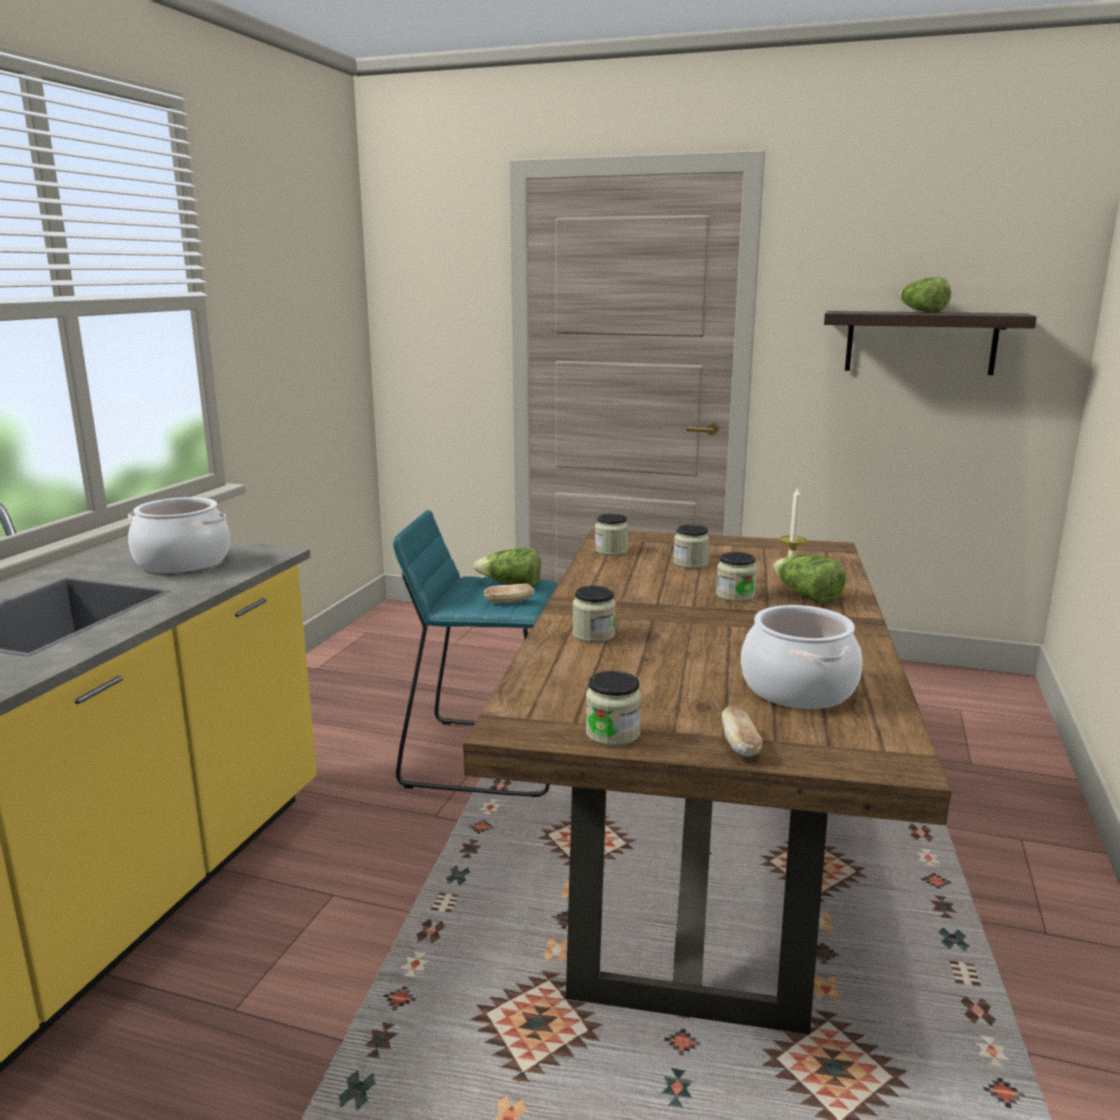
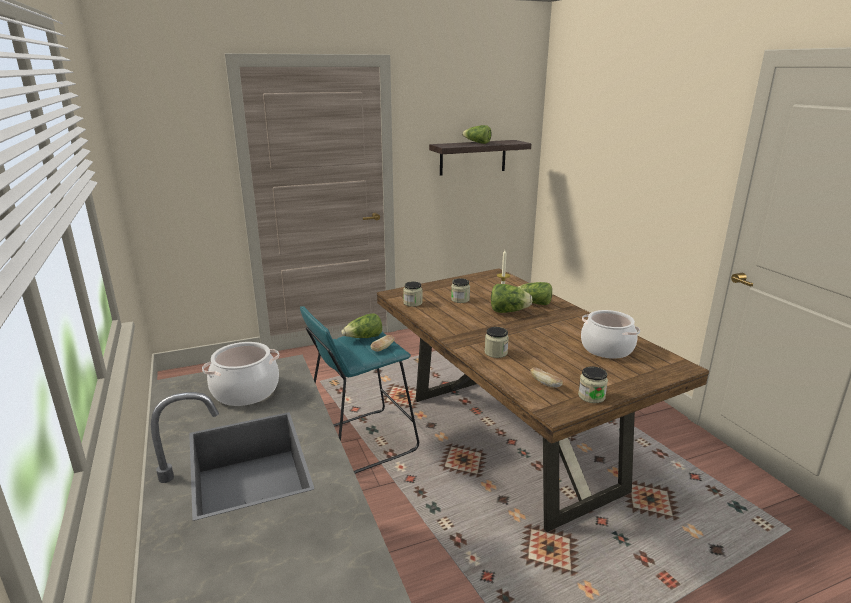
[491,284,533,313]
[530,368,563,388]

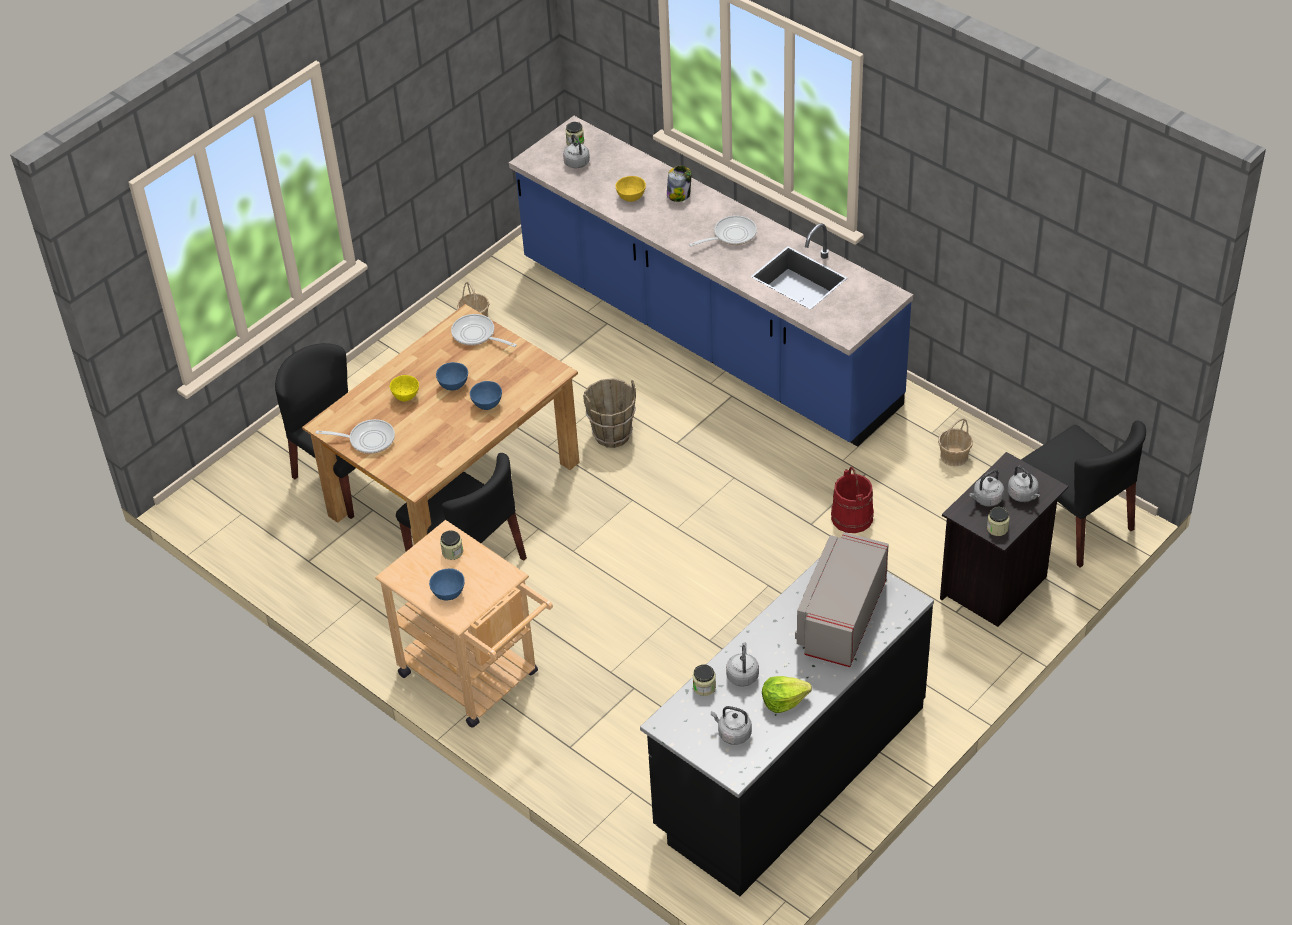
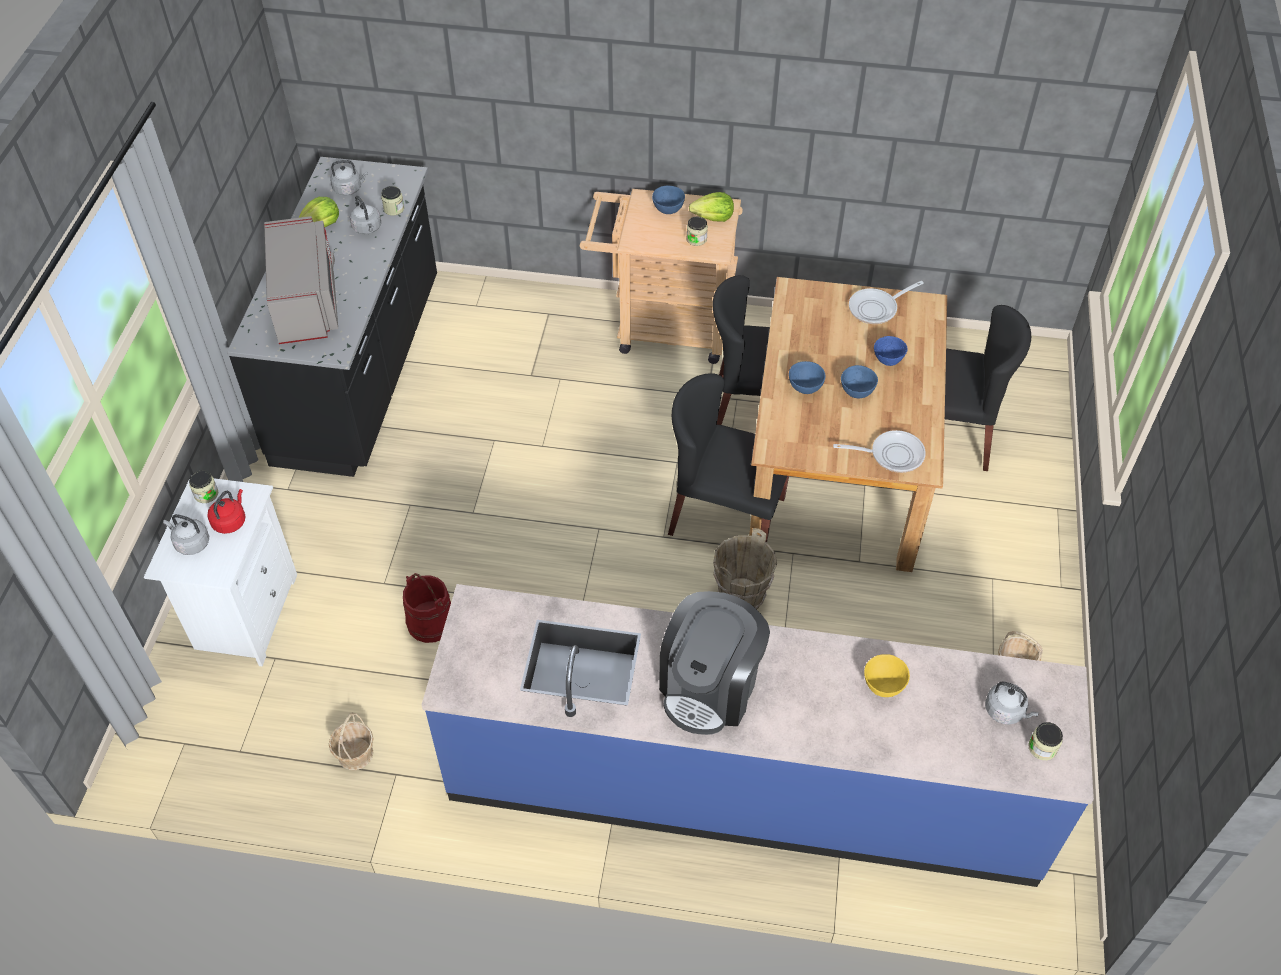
[874,336,908,366]
[667,165,691,202] (first image)
[659,591,770,735]
[144,478,297,666]
[208,489,245,534]
[668,373,789,542]
[689,192,734,222]

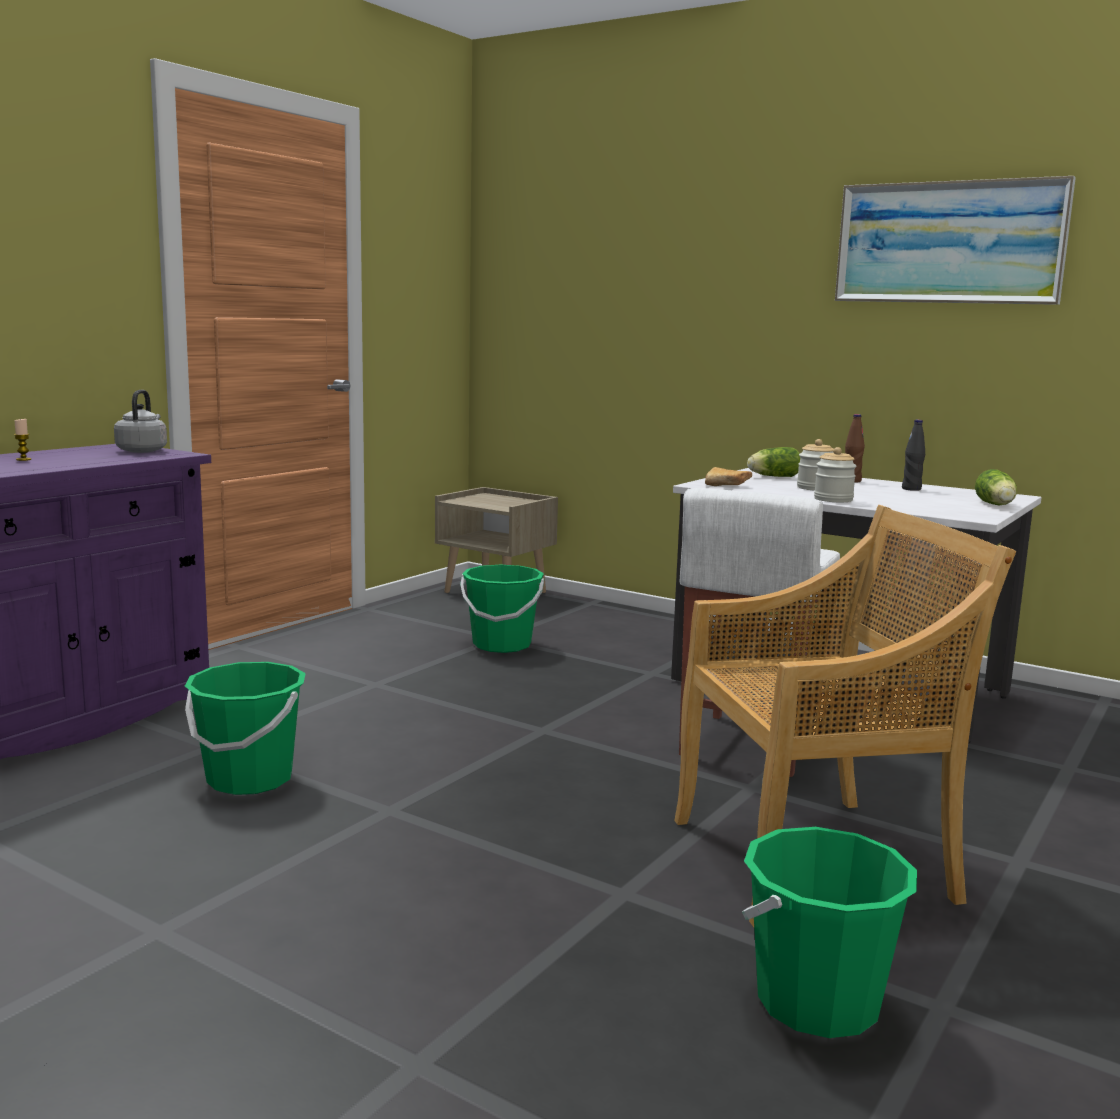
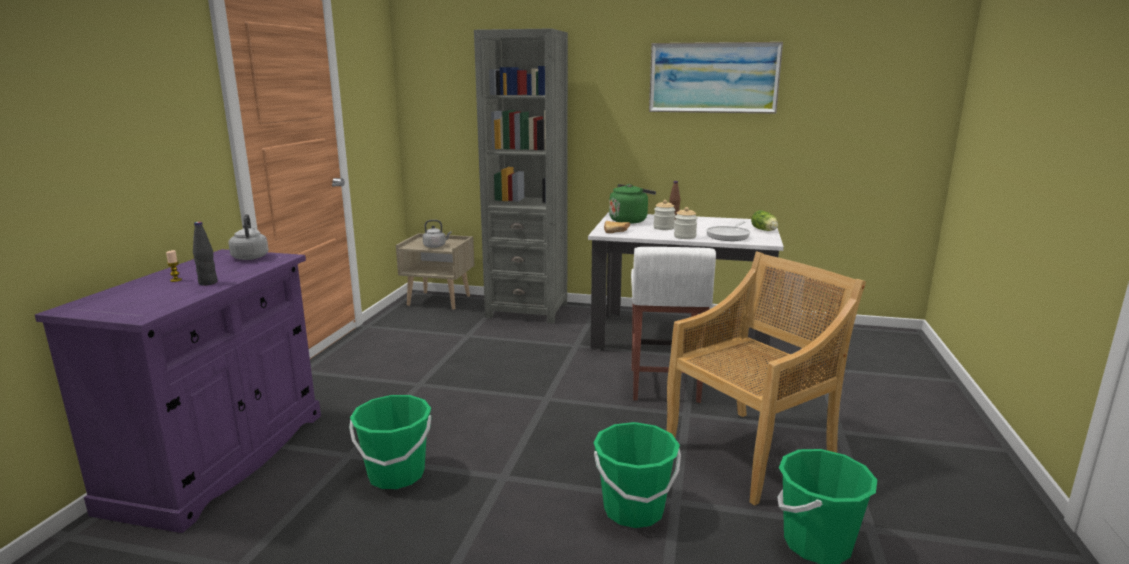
[593,422,681,528]
[609,184,656,224]
[193,222,217,286]
[423,220,452,248]
[474,28,568,324]
[706,221,750,241]

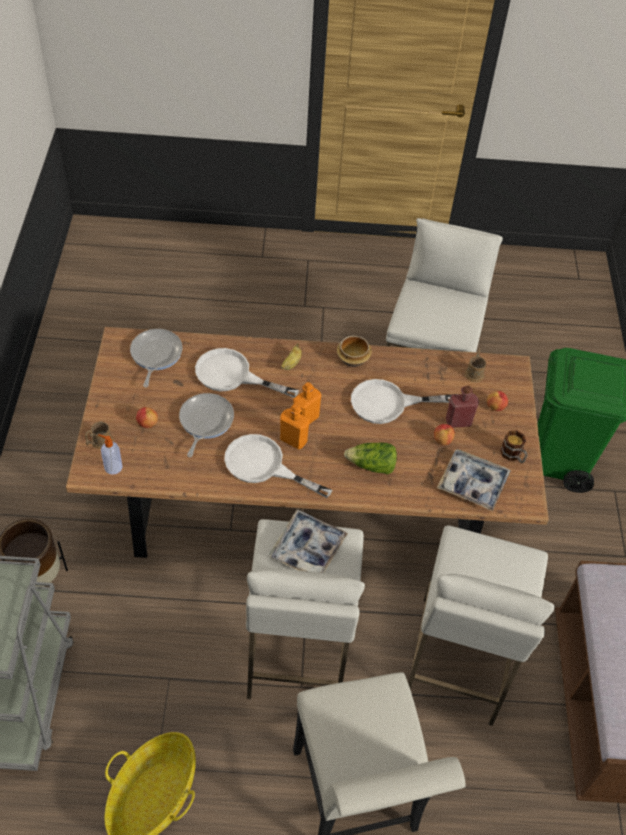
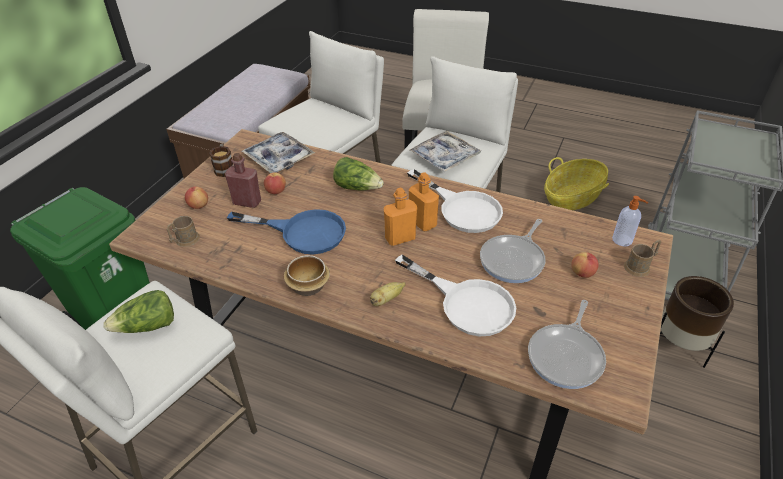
[227,209,346,255]
[103,290,174,333]

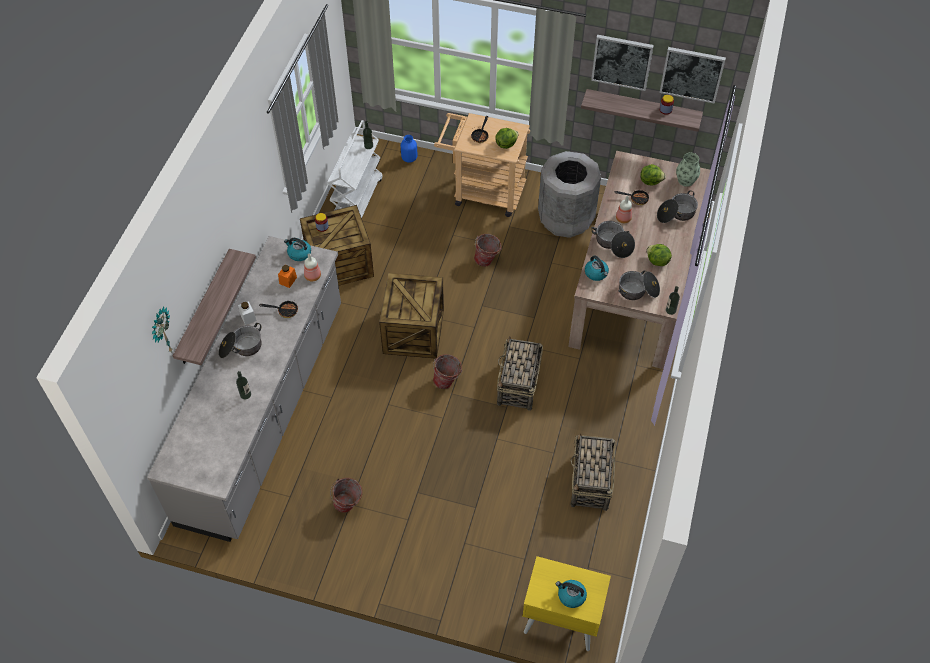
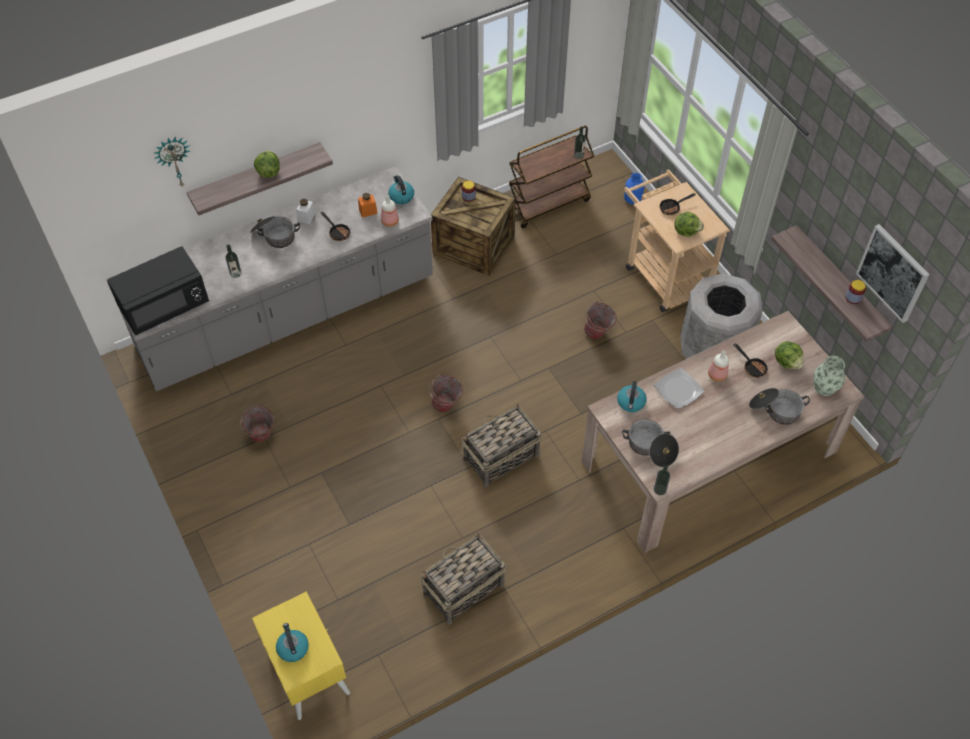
[509,126,594,228]
[379,273,444,359] (first image)
[591,35,654,91] (first image)
[654,368,704,409]
[254,151,280,178]
[107,246,209,335]

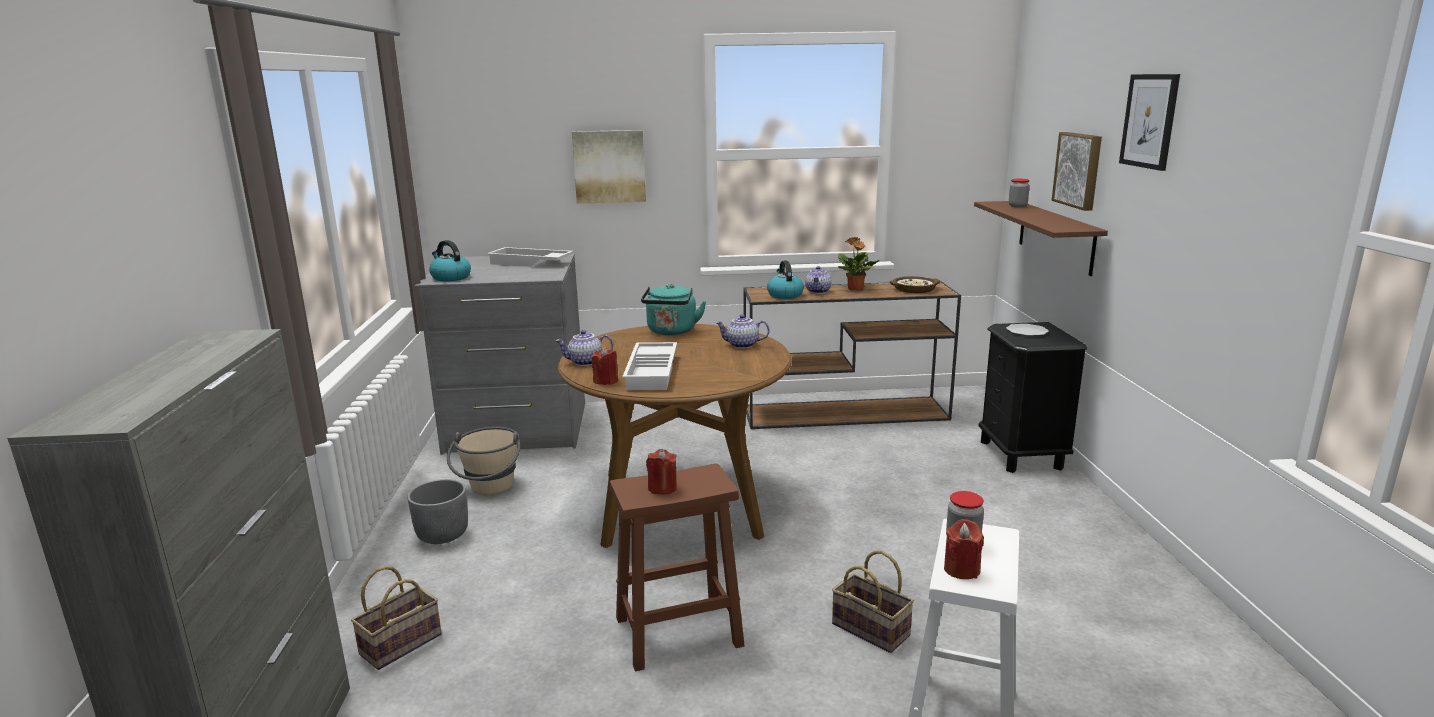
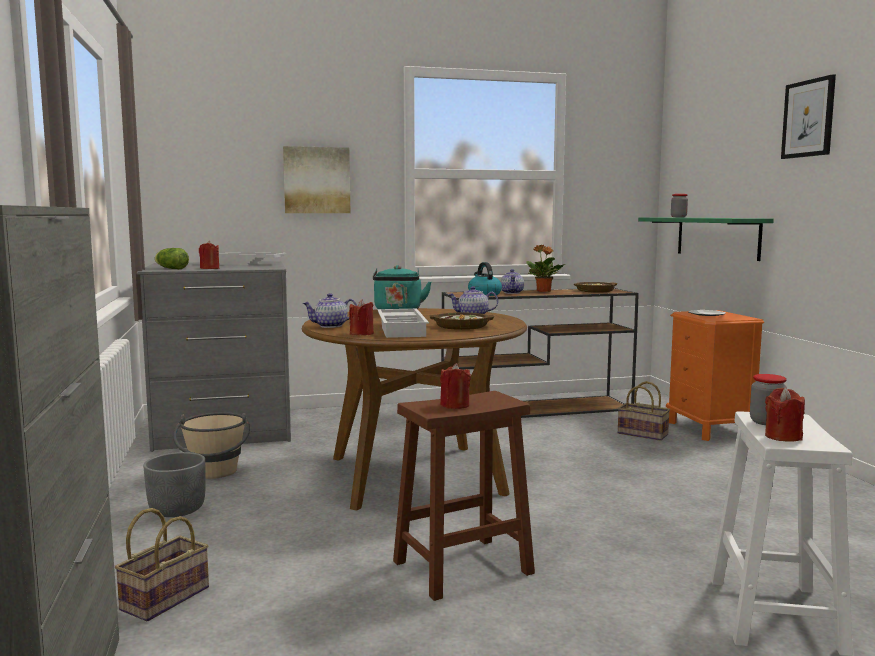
[155,248,189,269]
[618,381,670,441]
[638,217,774,261]
[666,310,764,441]
[1051,132,1102,211] (first image)
[199,241,219,269]
[429,312,494,330]

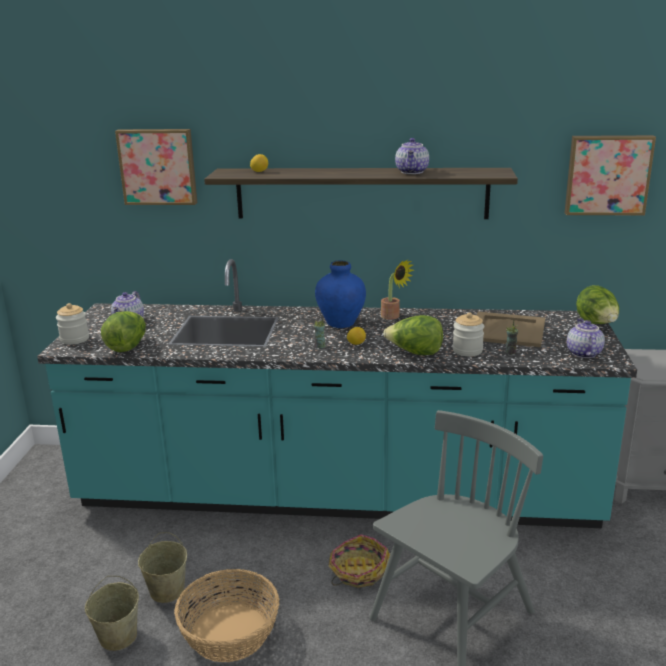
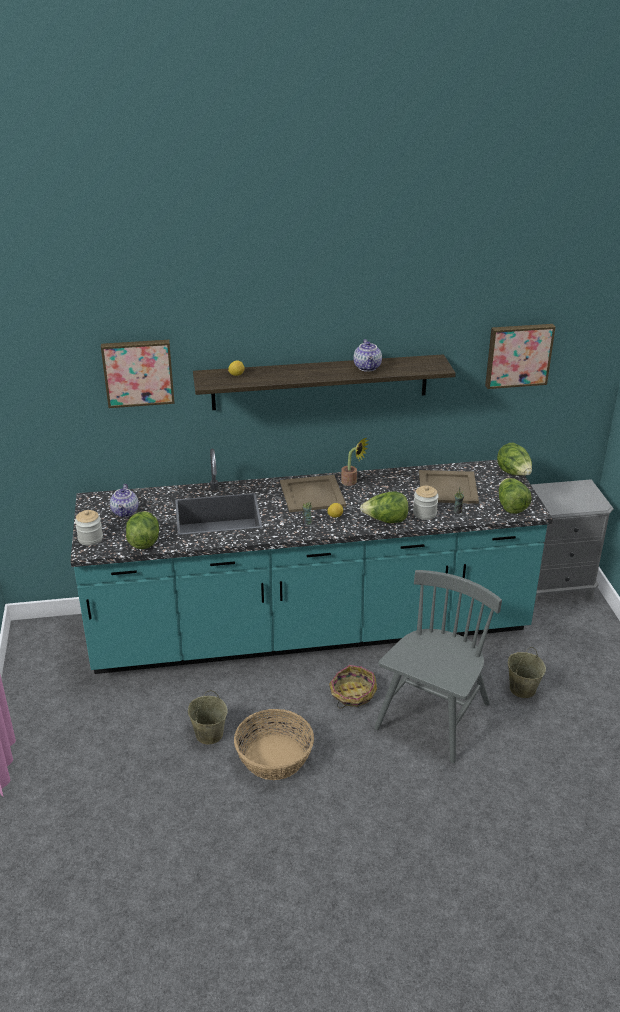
[508,647,546,698]
[280,475,346,513]
[499,478,532,514]

